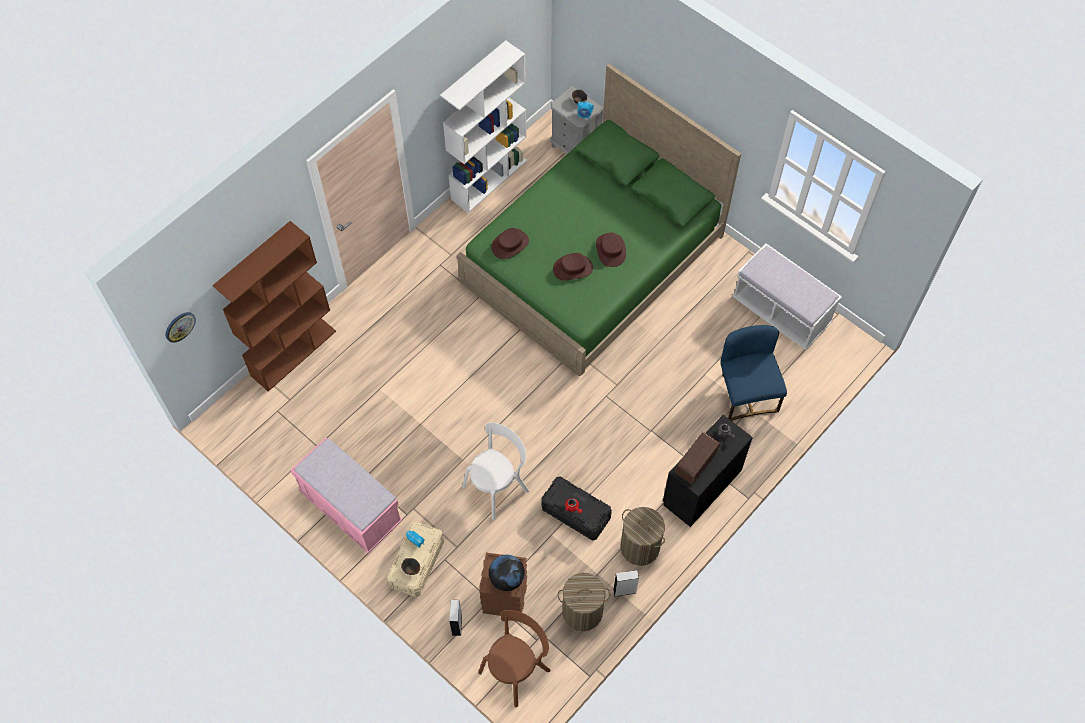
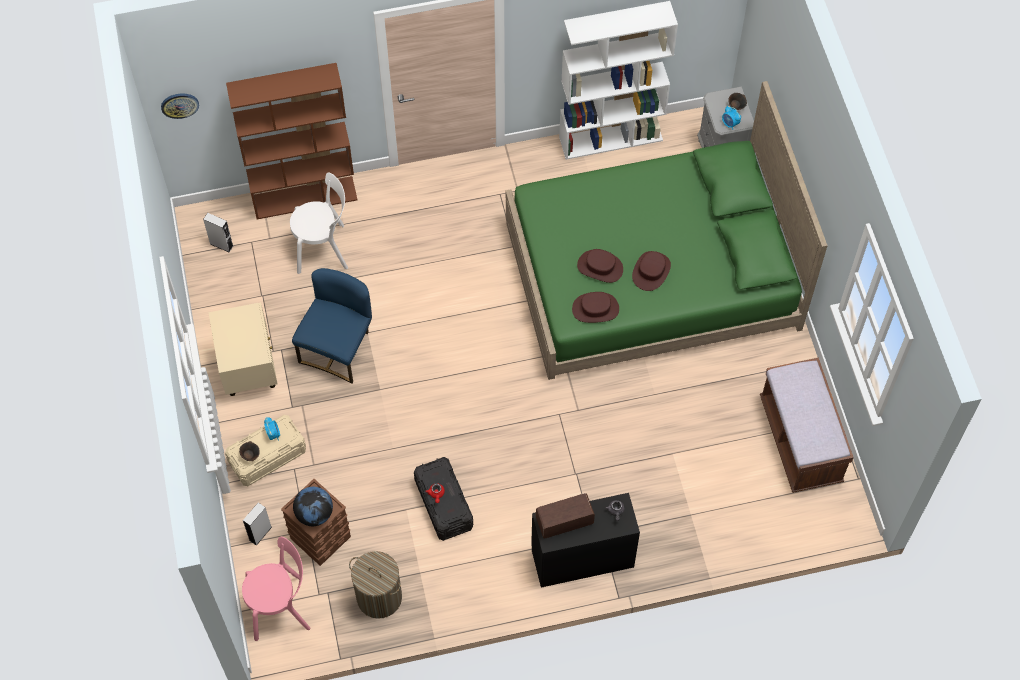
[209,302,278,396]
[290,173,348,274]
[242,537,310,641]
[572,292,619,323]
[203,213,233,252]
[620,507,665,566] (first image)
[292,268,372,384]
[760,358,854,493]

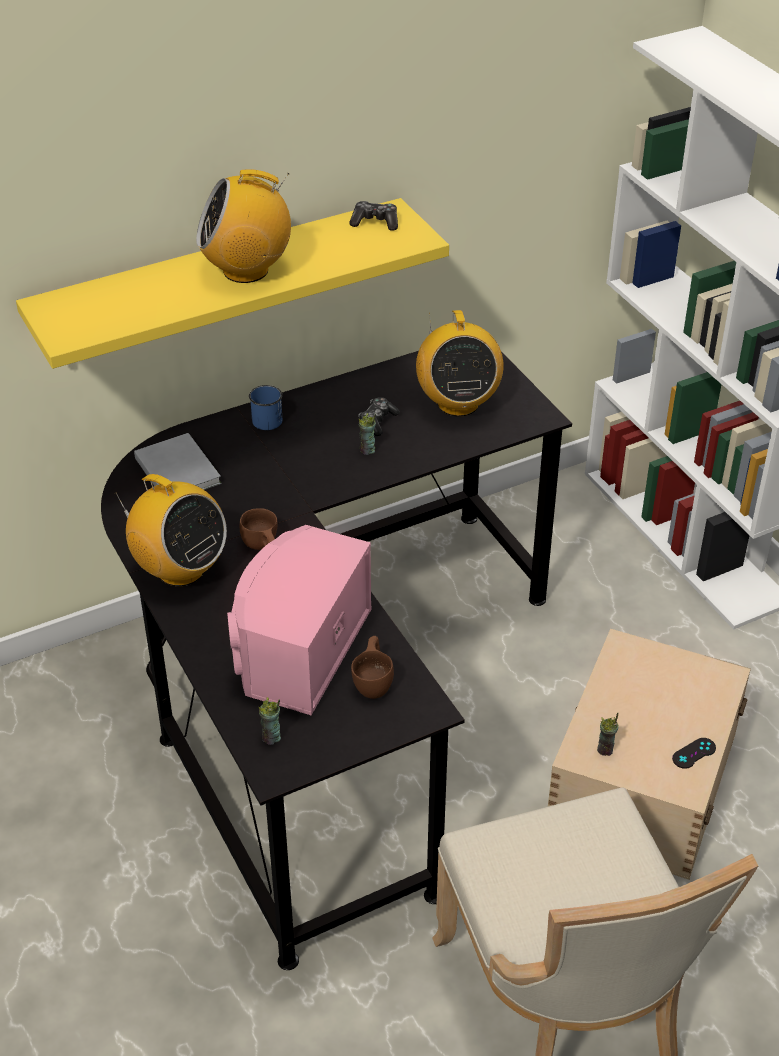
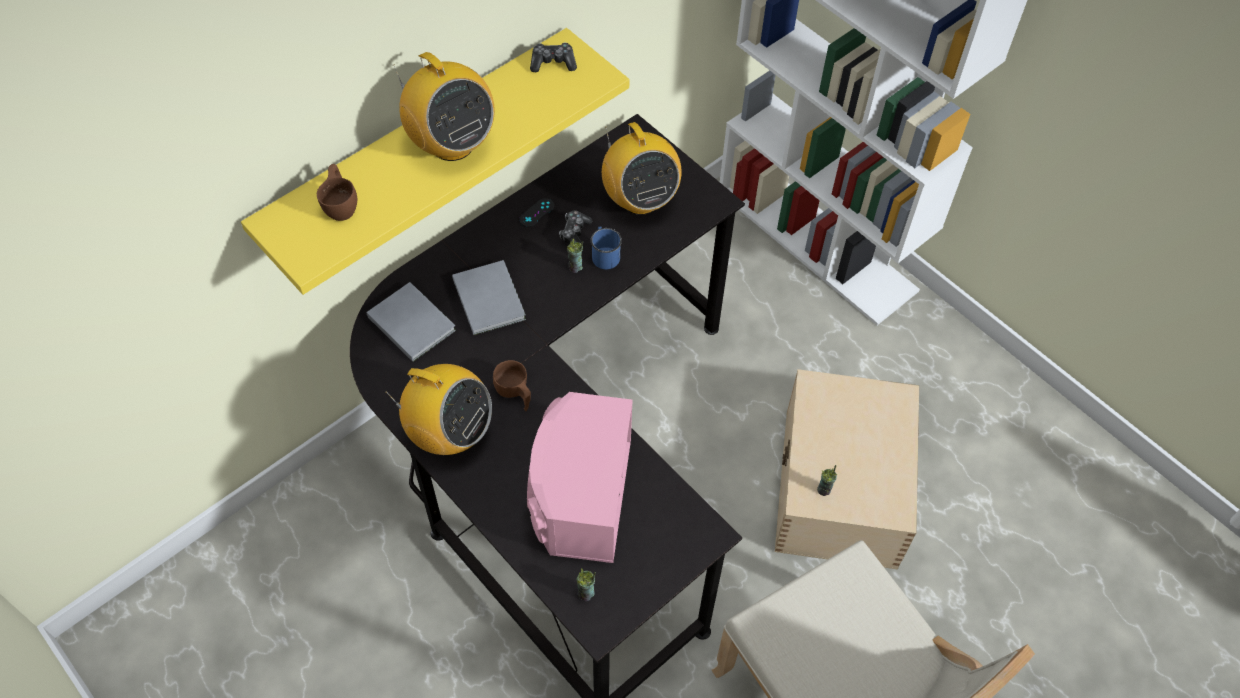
[392,52,495,161]
[591,226,622,269]
[317,164,357,221]
[519,198,554,227]
[452,260,526,335]

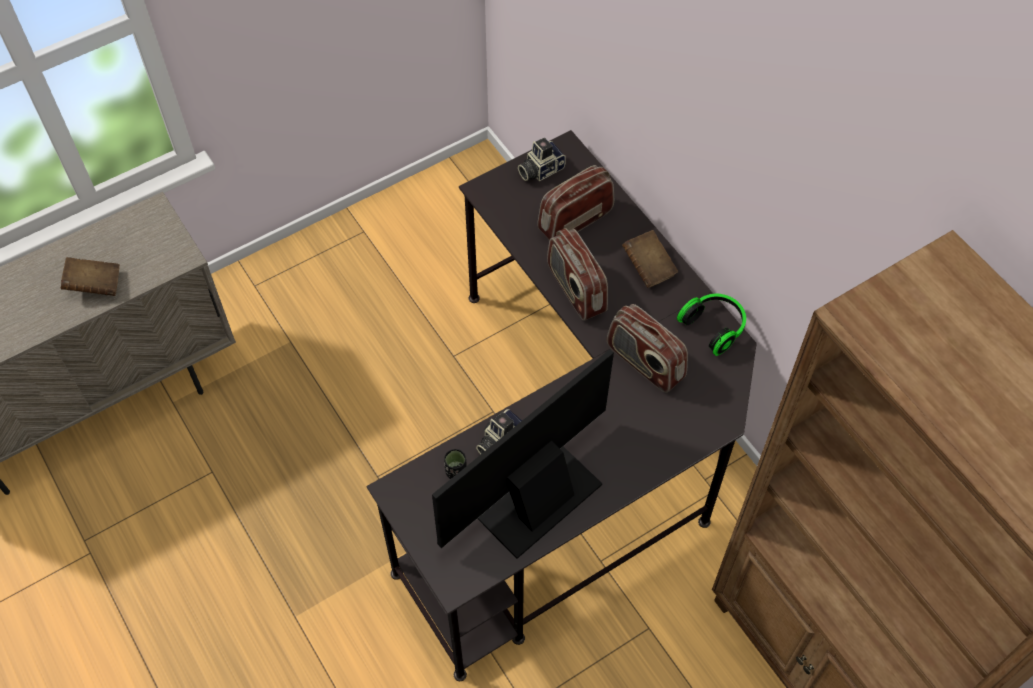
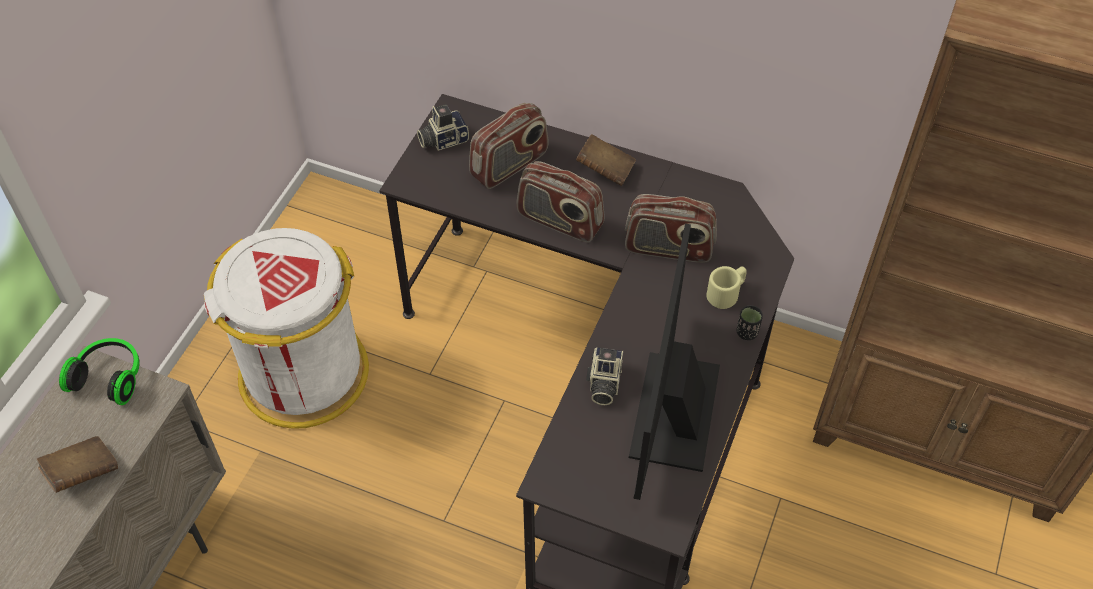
[736,305,763,340]
[417,104,469,151]
[469,103,548,189]
[59,338,140,405]
[204,228,369,429]
[706,266,747,309]

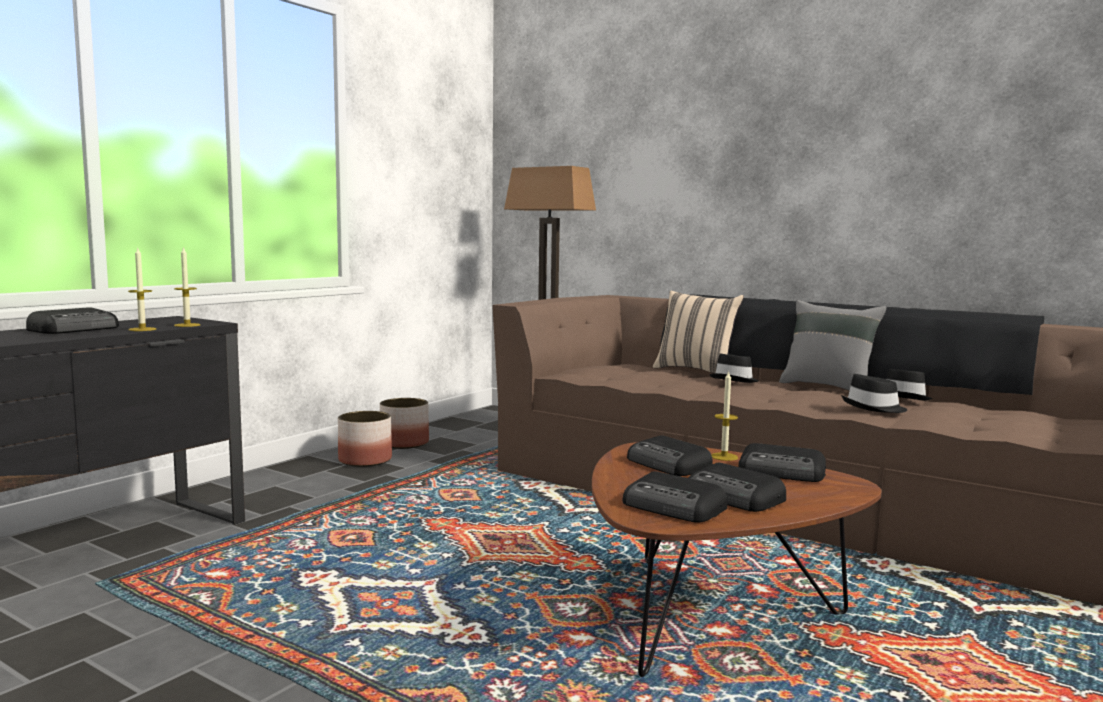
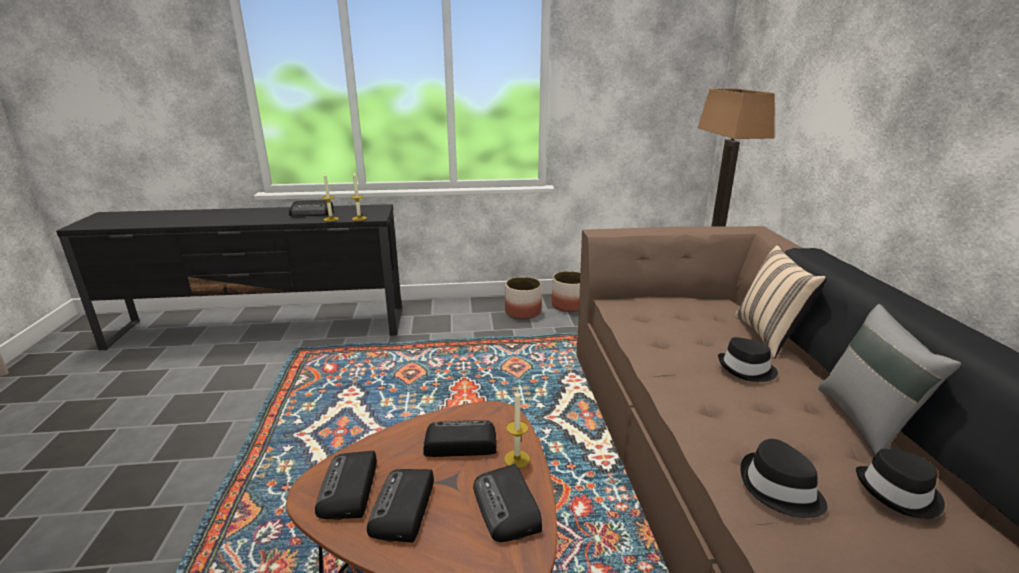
[423,420,497,457]

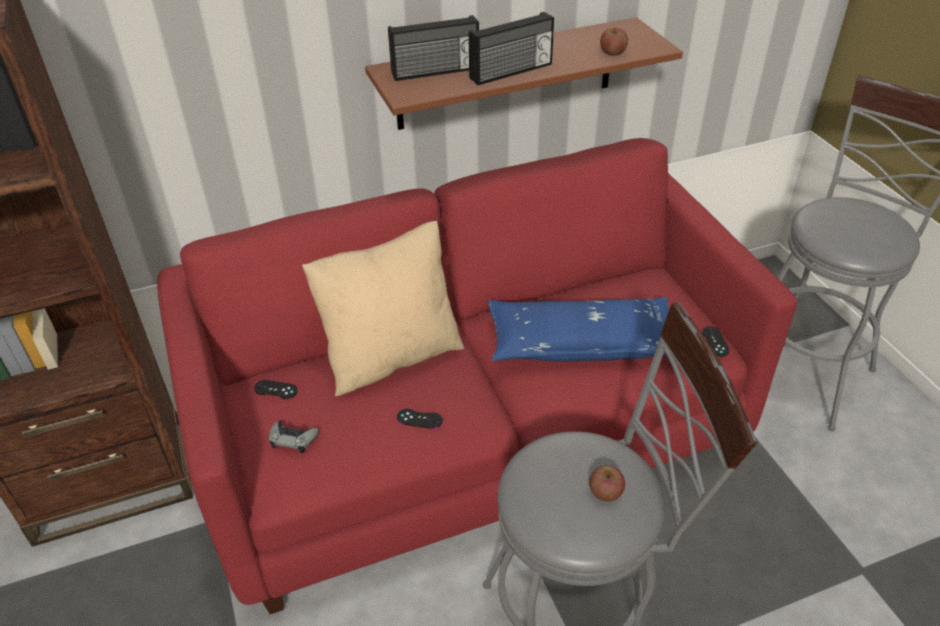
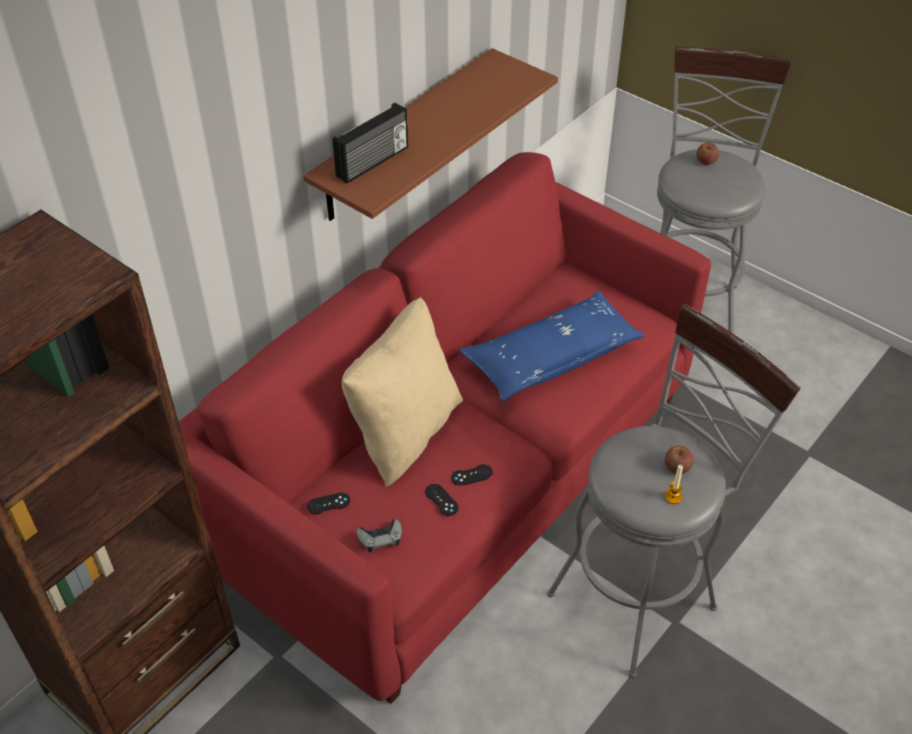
[469,12,554,85] (first image)
[696,143,719,165]
[425,484,459,516]
[665,465,683,504]

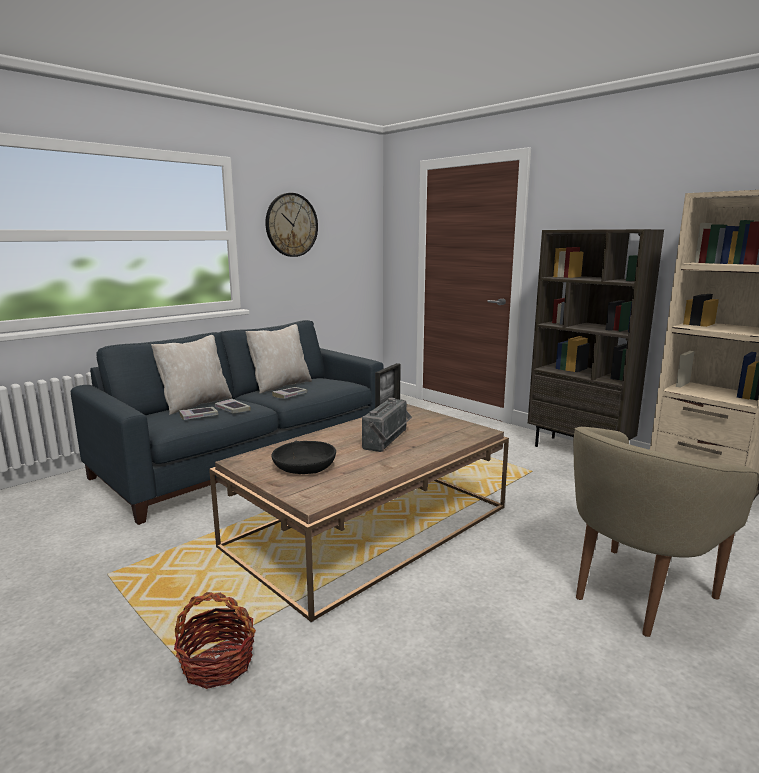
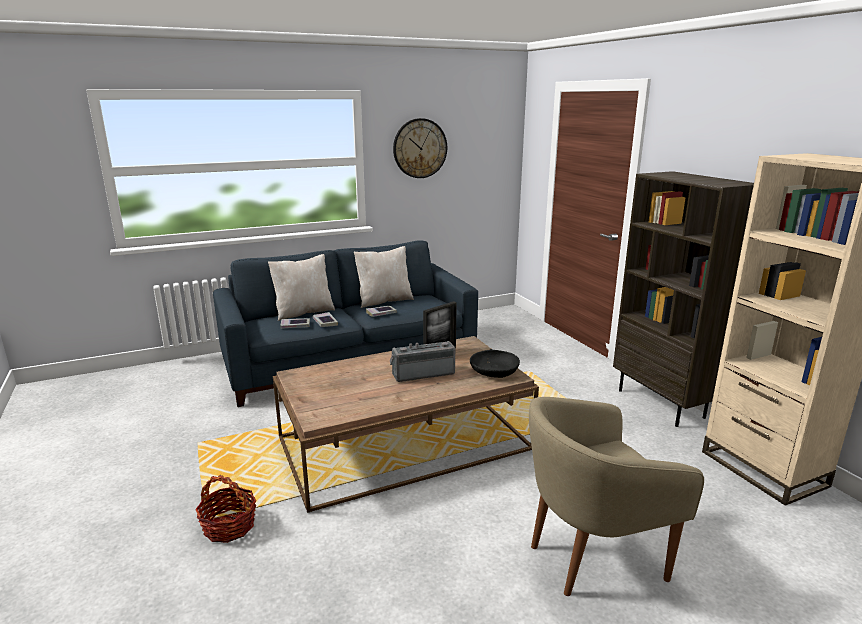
[470,349,520,378]
[390,341,455,382]

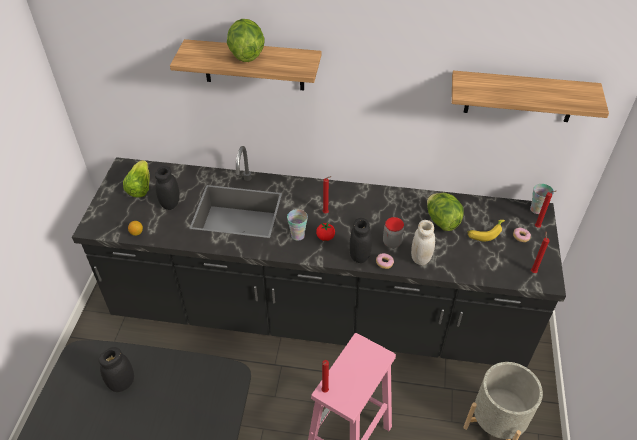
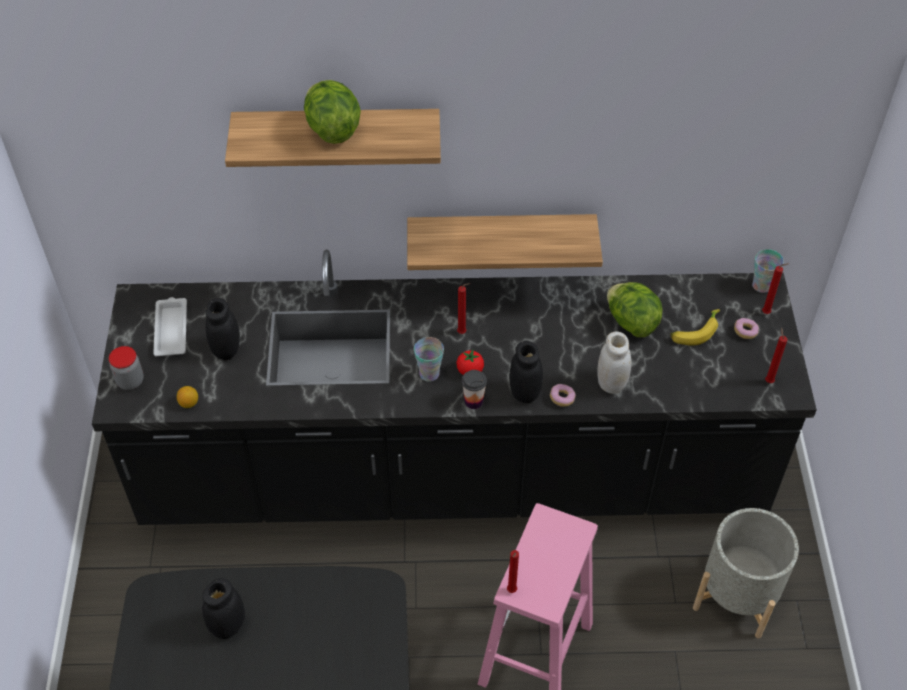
[153,297,187,356]
[109,346,144,390]
[407,214,603,270]
[462,370,487,409]

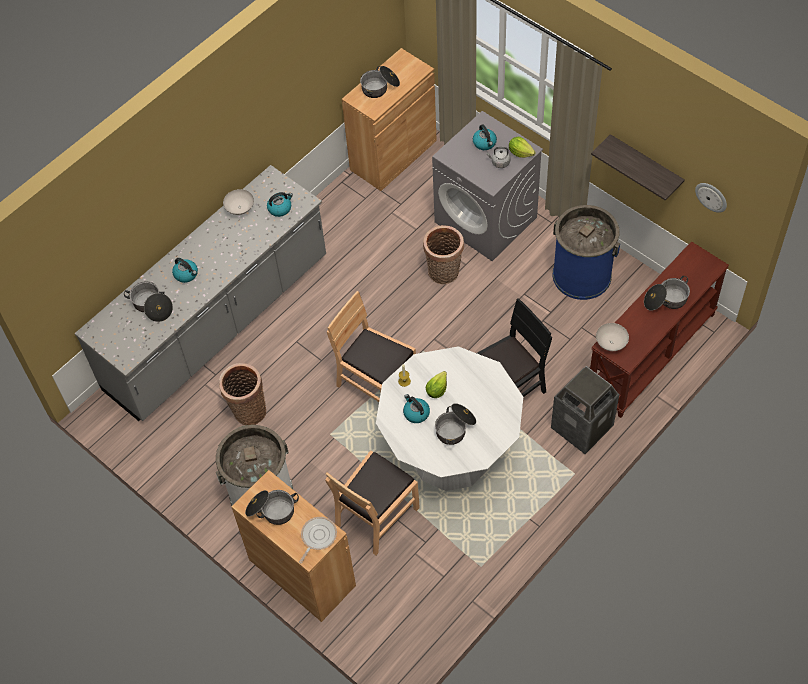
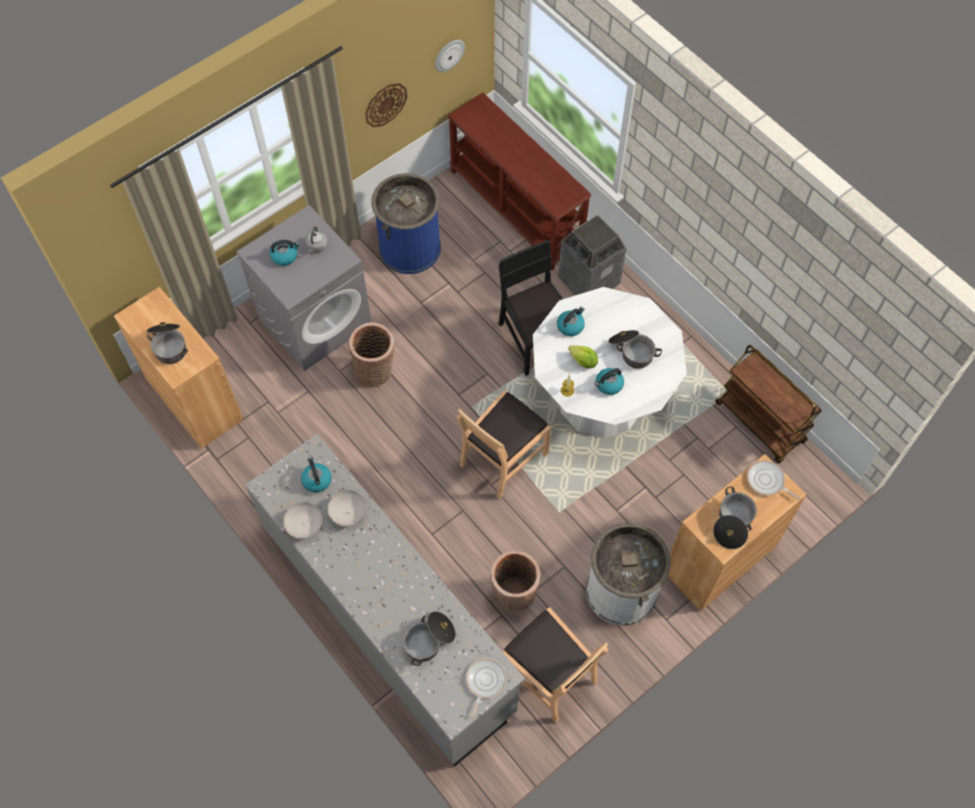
[557,307,585,336]
[502,607,609,723]
[509,136,536,158] (first image)
[365,83,407,127]
[328,490,366,526]
[644,276,690,311] (first image)
[466,658,507,718]
[715,345,822,463]

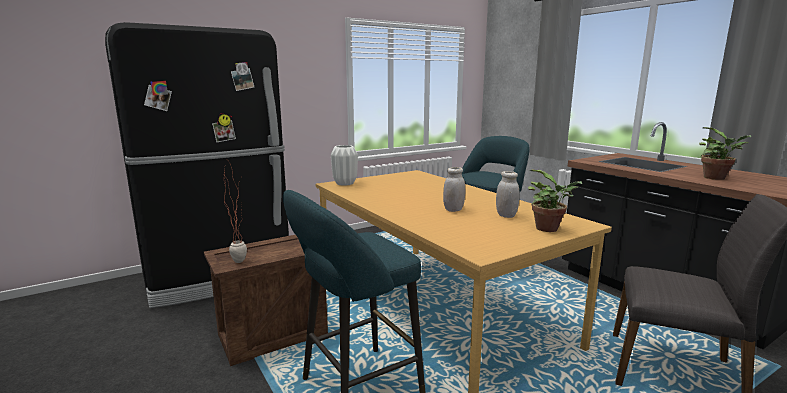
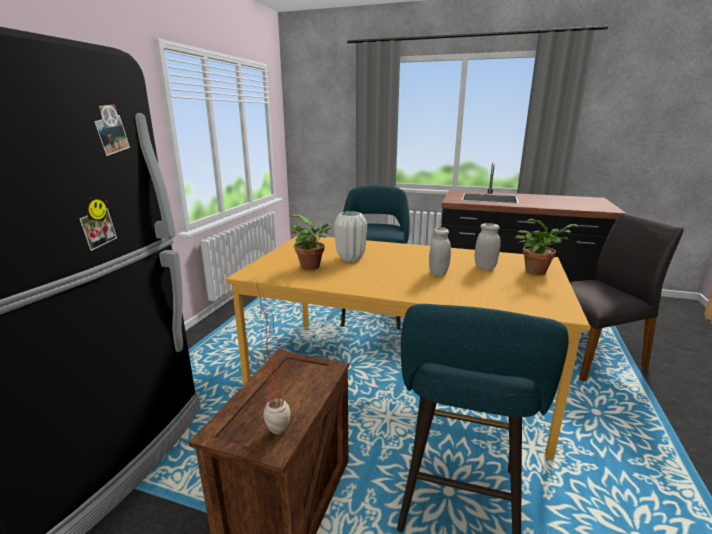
[334,211,367,262]
[290,215,332,270]

